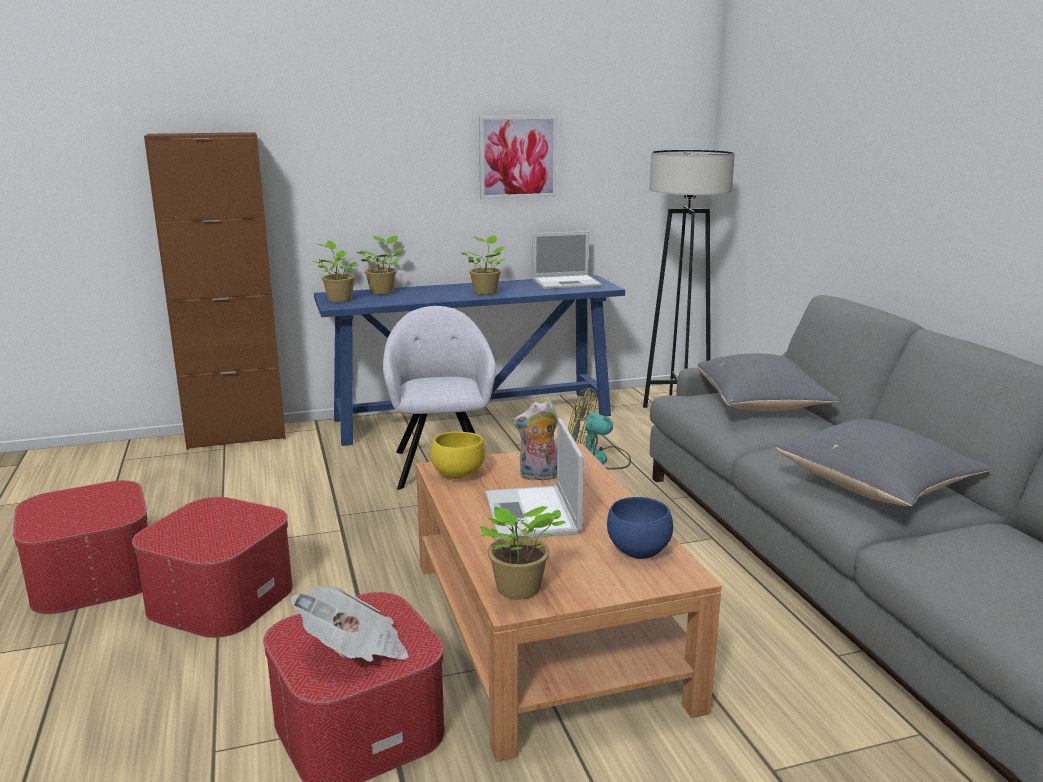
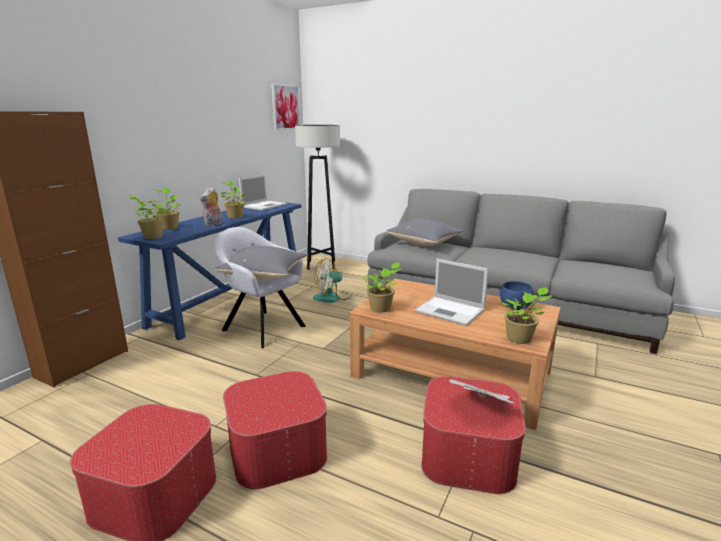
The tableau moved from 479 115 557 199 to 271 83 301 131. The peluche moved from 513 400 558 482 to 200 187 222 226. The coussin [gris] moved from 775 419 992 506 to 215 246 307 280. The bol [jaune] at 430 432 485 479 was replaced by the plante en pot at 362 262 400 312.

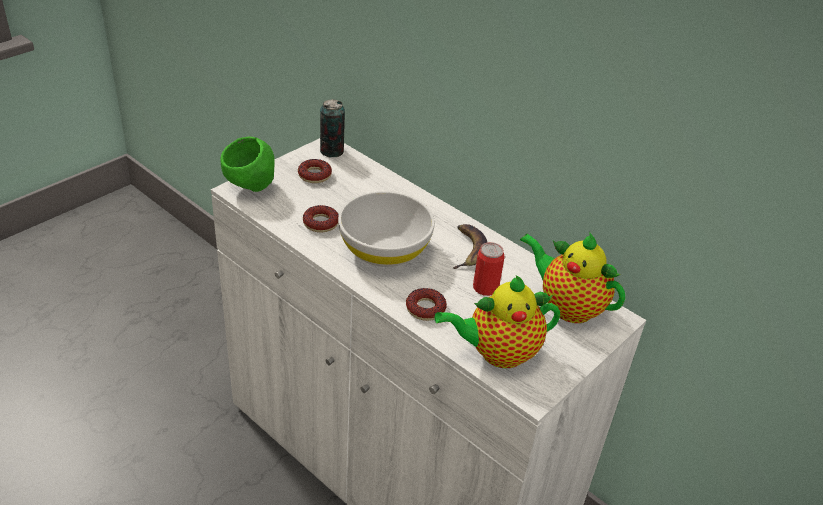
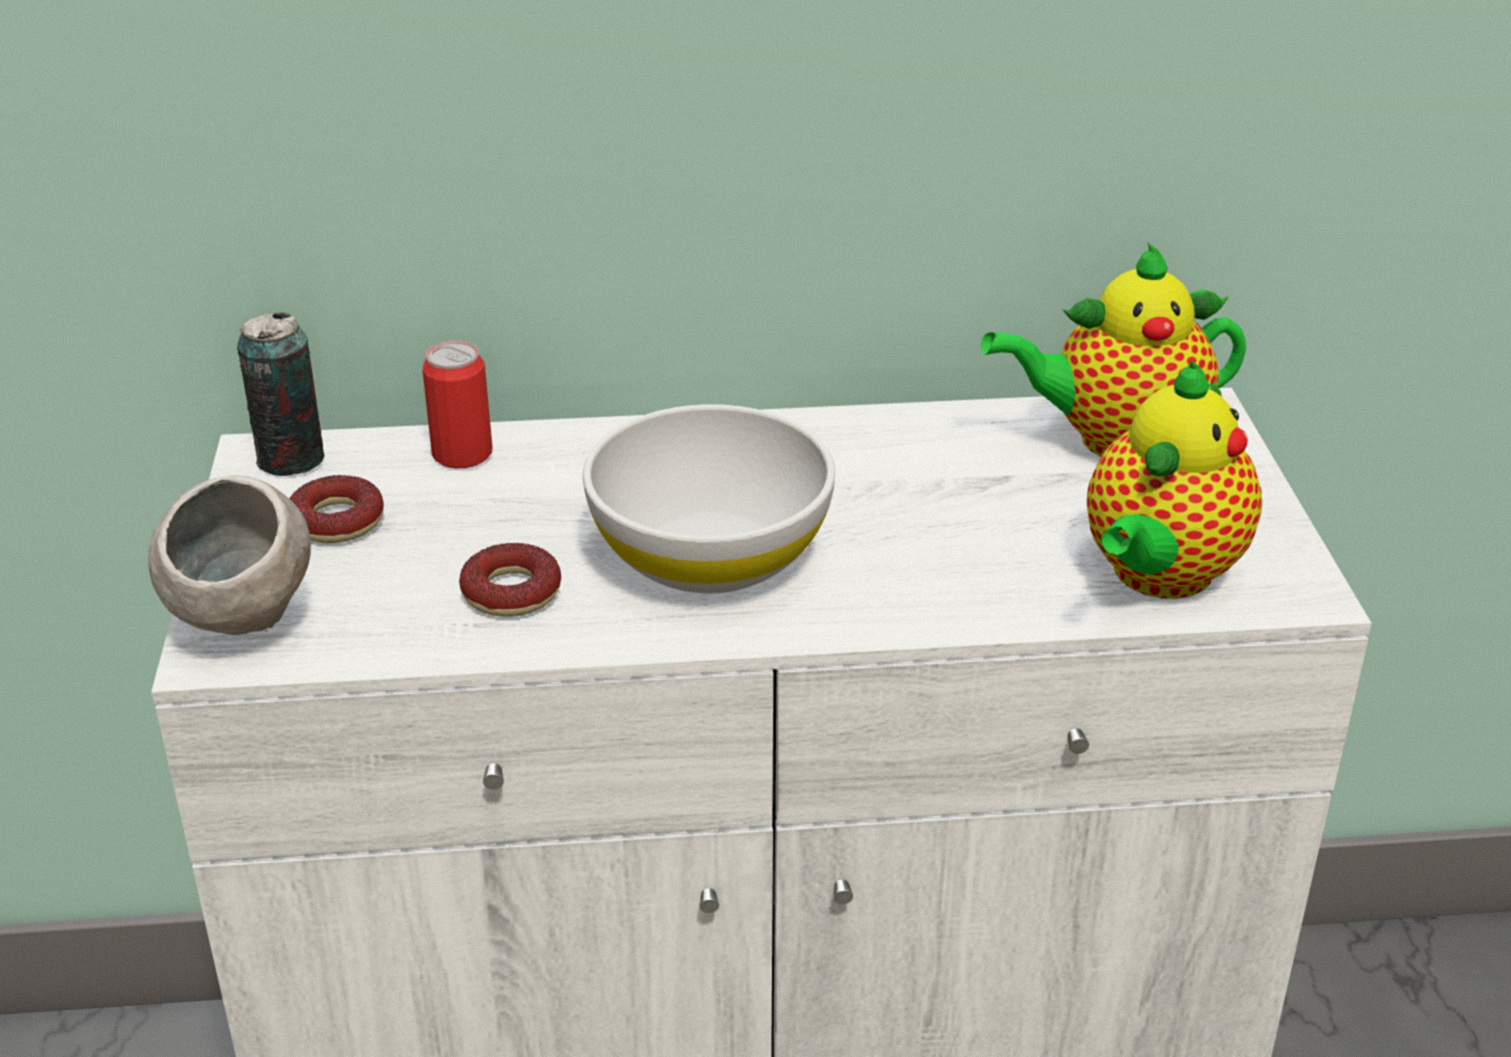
The beignet at 406 288 447 321 disappeared. The banane at 453 224 487 269 disappeared. The boîte métallique moved from 473 242 505 296 to 423 340 492 468. The bol [vert] at 220 136 275 192 became the bol [gris] at 148 475 311 635.

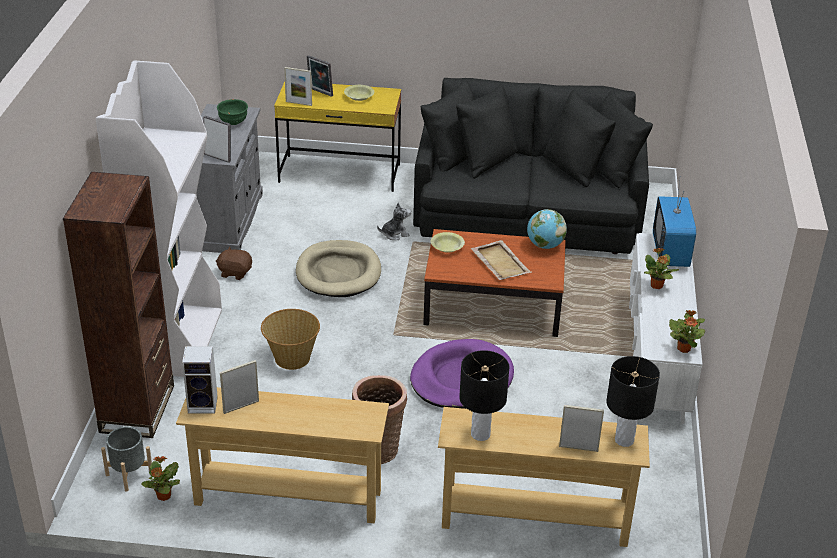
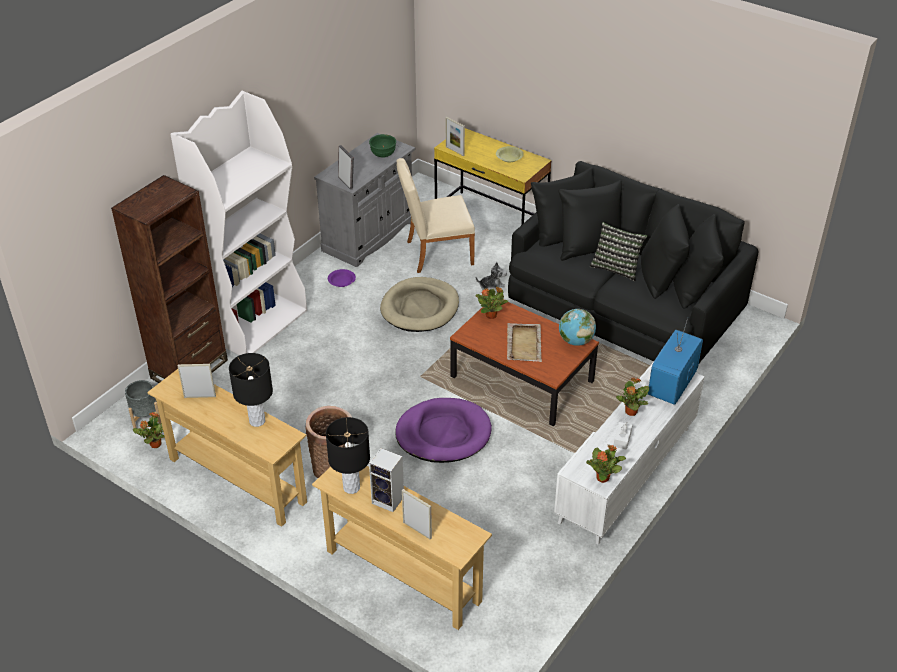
The panier at 261 309 320 370 disappeared. The cadre photo at 307 55 333 97 disappeared. The chaise [beige] at 396 158 475 273 appeared. The coussin at 590 222 648 281 appeared. The boîte à mouchoirs [blanc] at 614 422 632 450 appeared. The enceinte moved from 182 346 218 413 to 369 448 404 512. The lampe de table [noir] moved from 607 356 660 447 to 229 353 273 427. The peluche [marron] at 216 247 252 280 was replaced by the bol [violet] at 328 269 356 287. The bol [jaune] at 431 232 465 253 was replaced by the plante en pot at 475 286 508 319.

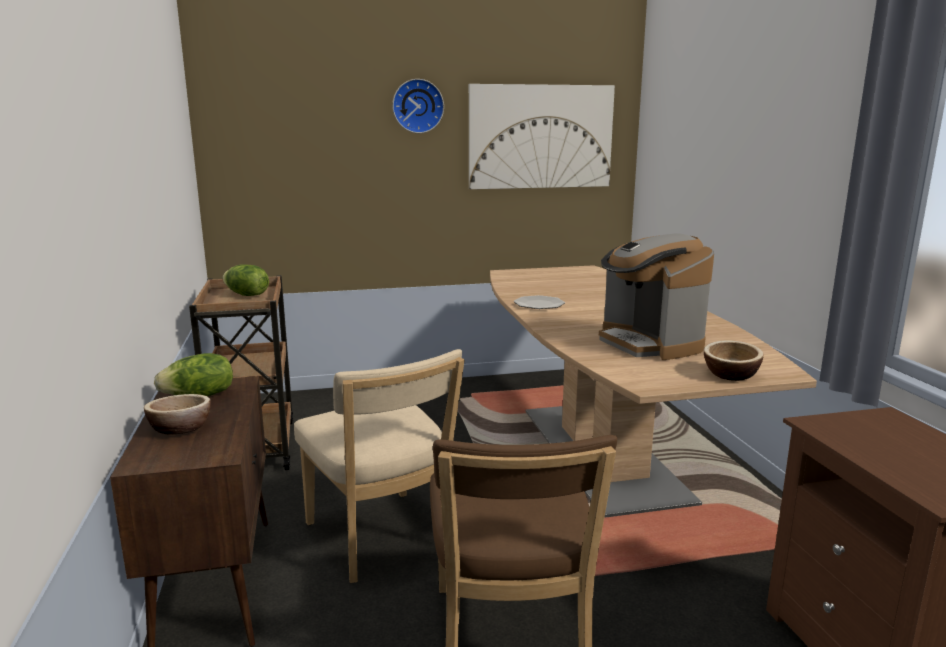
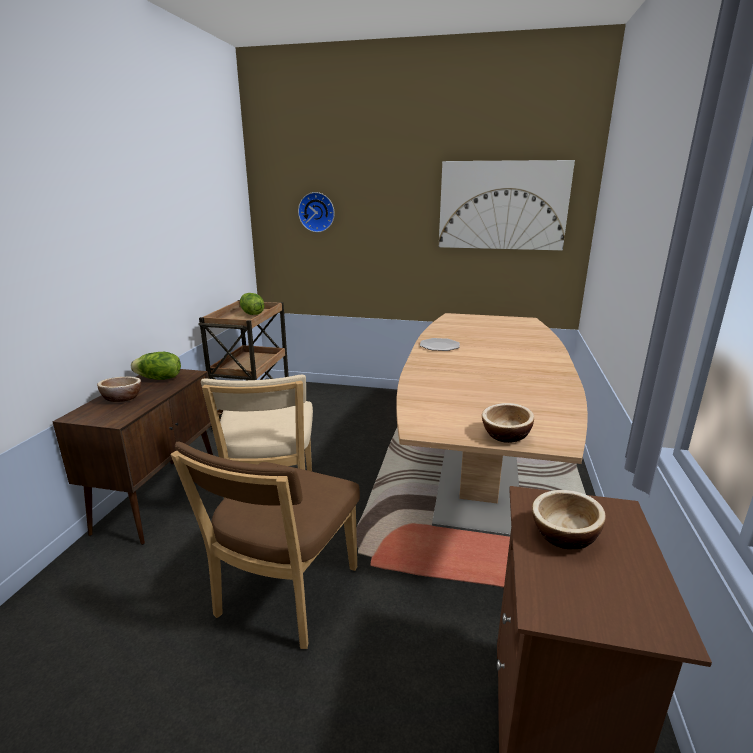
The machine à café at 599 233 714 360 disappeared. The bol at 532 490 606 549 appeared. The horloge murale moved from 392 79 444 133 to 298 192 335 232.

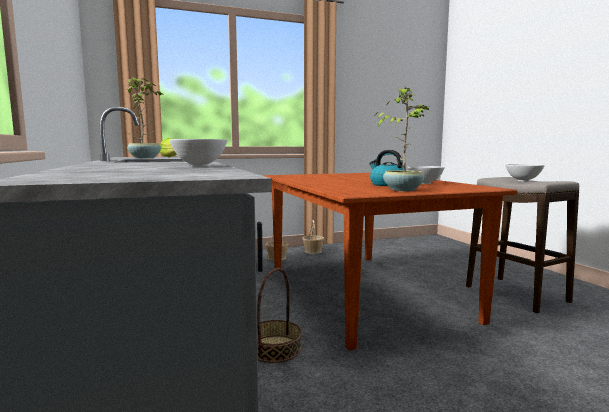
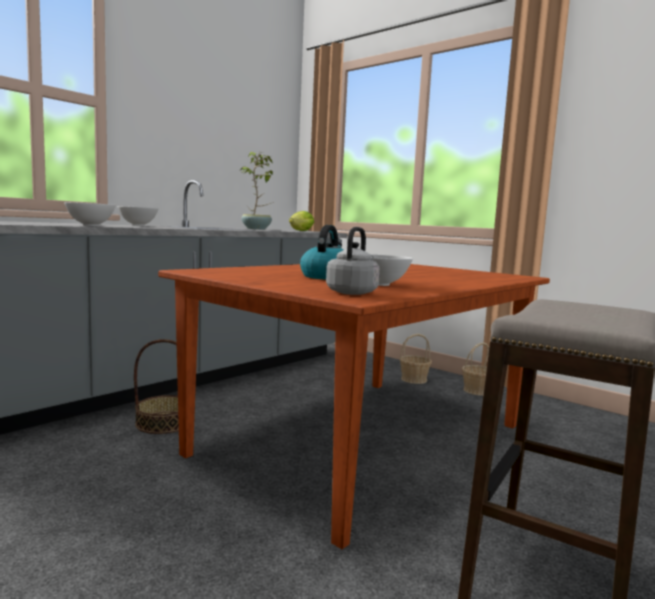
The plante en pot at 375 87 429 191 disappeared. The bouilloire [gris] at 326 227 380 295 appeared. The bol [blanc] moved from 505 164 545 181 to 118 206 158 226.

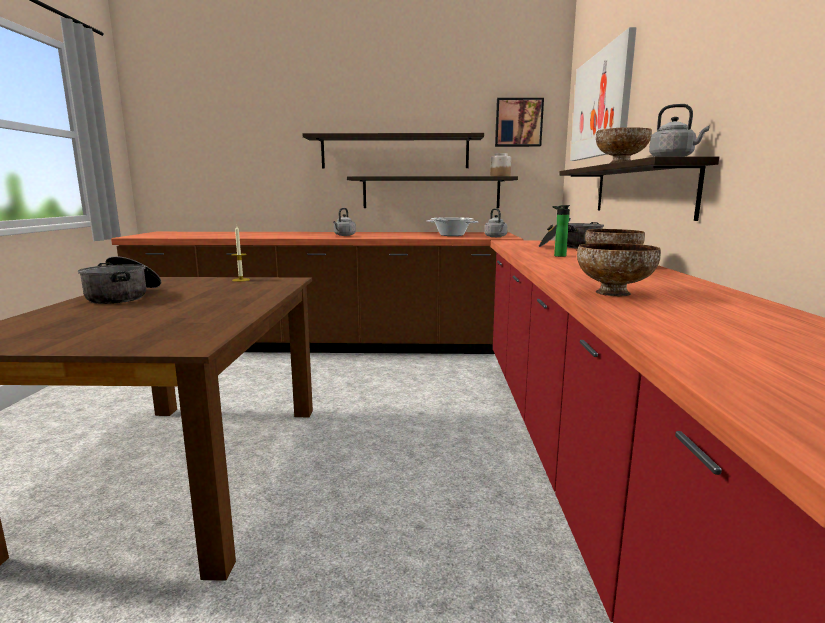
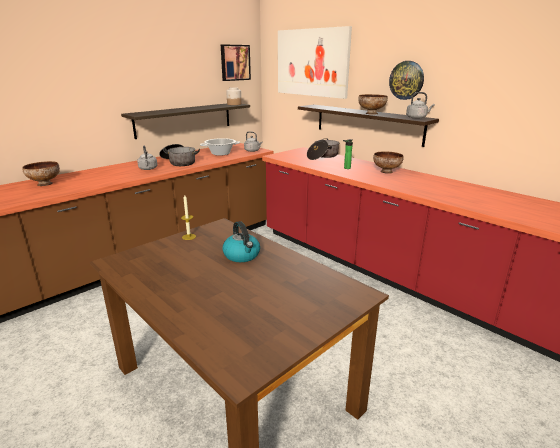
The étagère at 303 133 484 169 disappeared. The bouilloire at 222 221 260 262 appeared. The horloge murale at 389 61 424 100 appeared. The marmite moved from 78 256 161 304 to 159 144 200 166. The bol moved from 577 243 661 296 to 22 161 60 186.

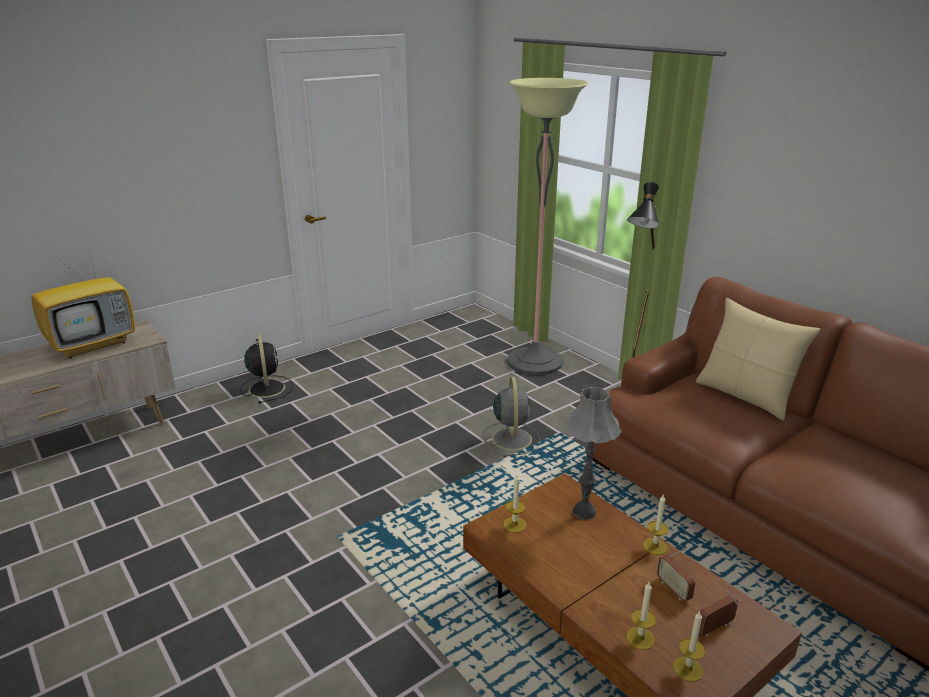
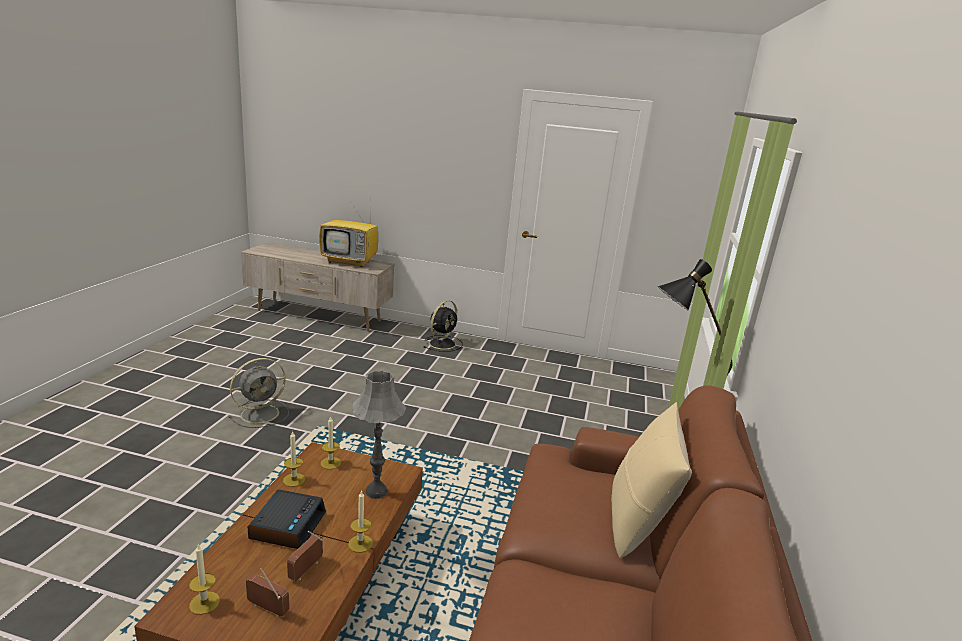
The lampadaire at 507 78 588 375 disappeared. The réveil at 248 489 326 549 appeared. The ventilateur [gris] moved from 482 377 540 457 to 228 358 289 428. The bougie moved from 626 581 656 650 to 283 431 305 487.

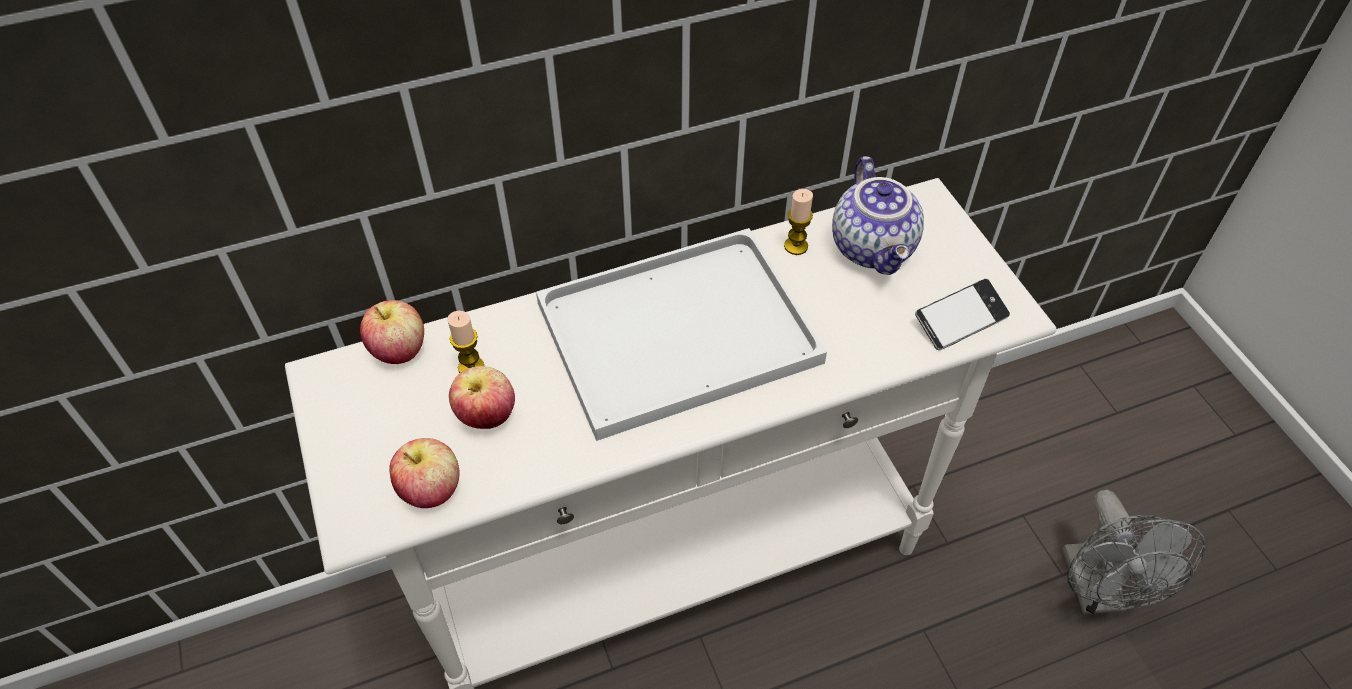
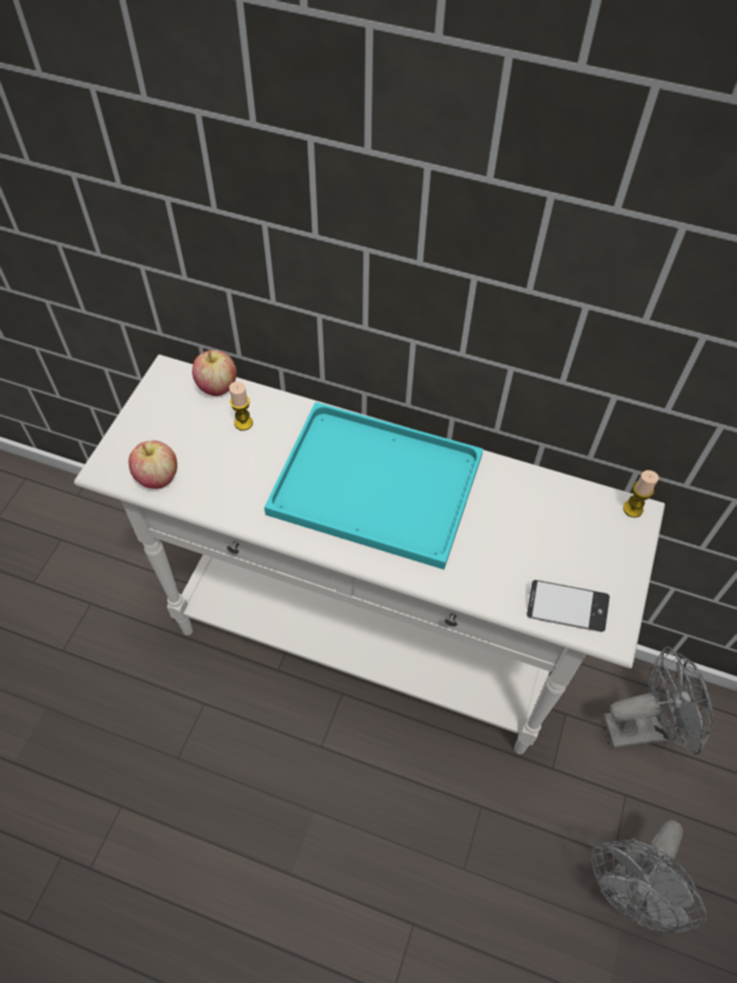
The pomme at 449 366 515 429 disappeared. The théière at 832 156 924 275 disappeared. The ventilateur [gris] at 603 646 714 755 appeared. The bougie moved from 784 189 813 255 to 623 470 659 518. The plateau [blanc] at 536 228 827 441 became the plateau [turquoise] at 264 402 483 570.

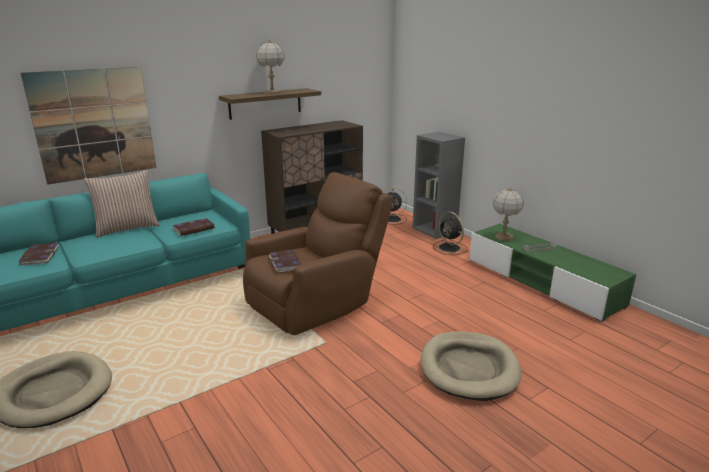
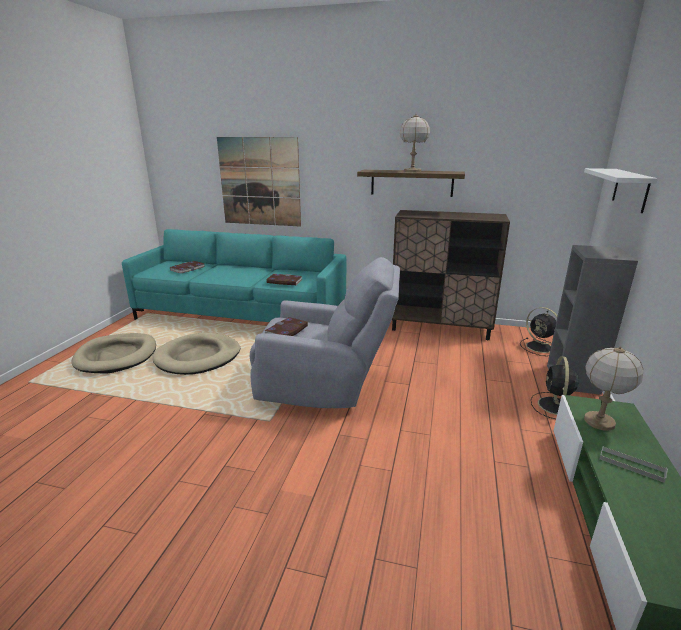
The coussin at 84 170 160 238 disappeared. The étagère [blanc] at 584 168 658 213 appeared. The panier pour chien [beige] moved from 421 332 521 401 to 152 333 240 375. The fauteuil [marron] at 243 172 393 335 became the fauteuil [gris] at 250 257 400 408.

